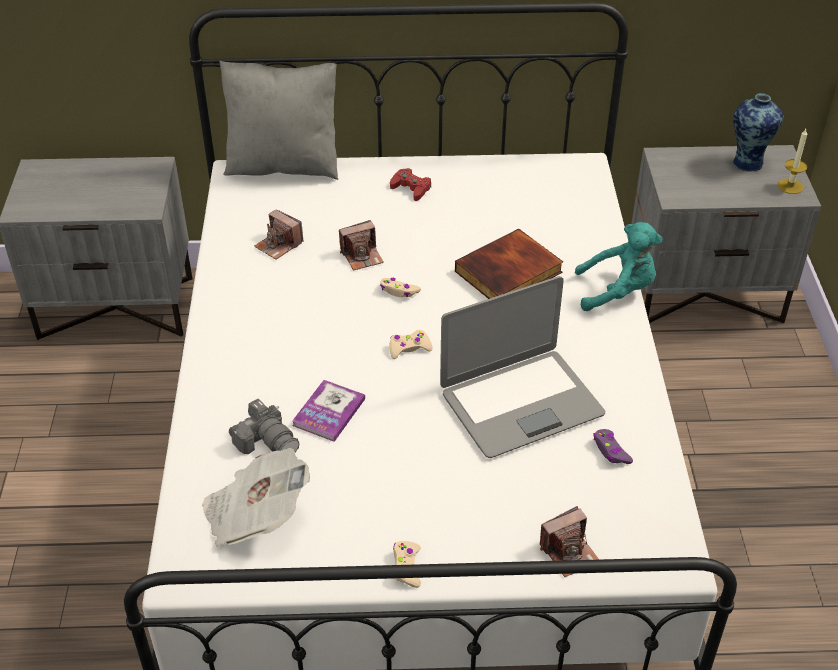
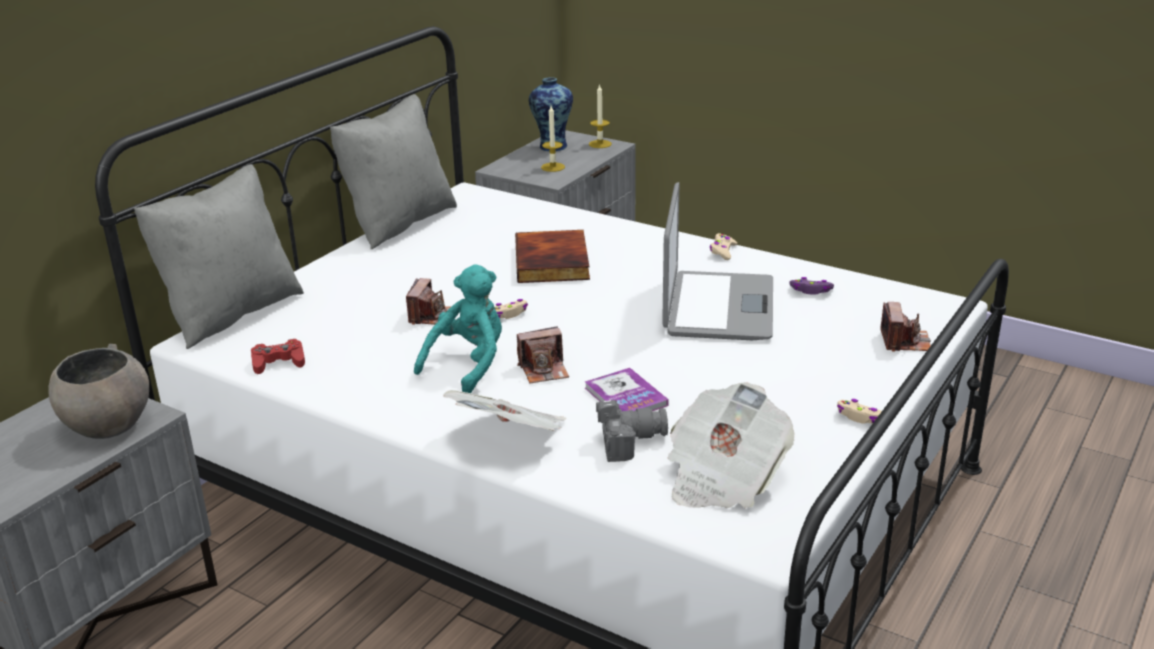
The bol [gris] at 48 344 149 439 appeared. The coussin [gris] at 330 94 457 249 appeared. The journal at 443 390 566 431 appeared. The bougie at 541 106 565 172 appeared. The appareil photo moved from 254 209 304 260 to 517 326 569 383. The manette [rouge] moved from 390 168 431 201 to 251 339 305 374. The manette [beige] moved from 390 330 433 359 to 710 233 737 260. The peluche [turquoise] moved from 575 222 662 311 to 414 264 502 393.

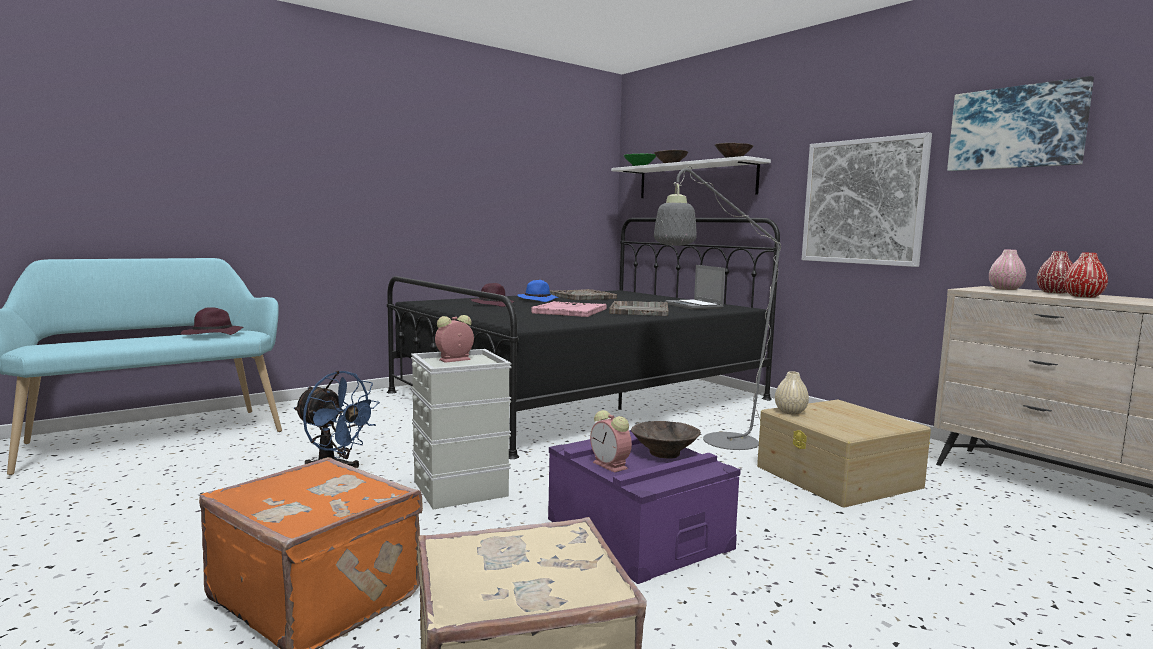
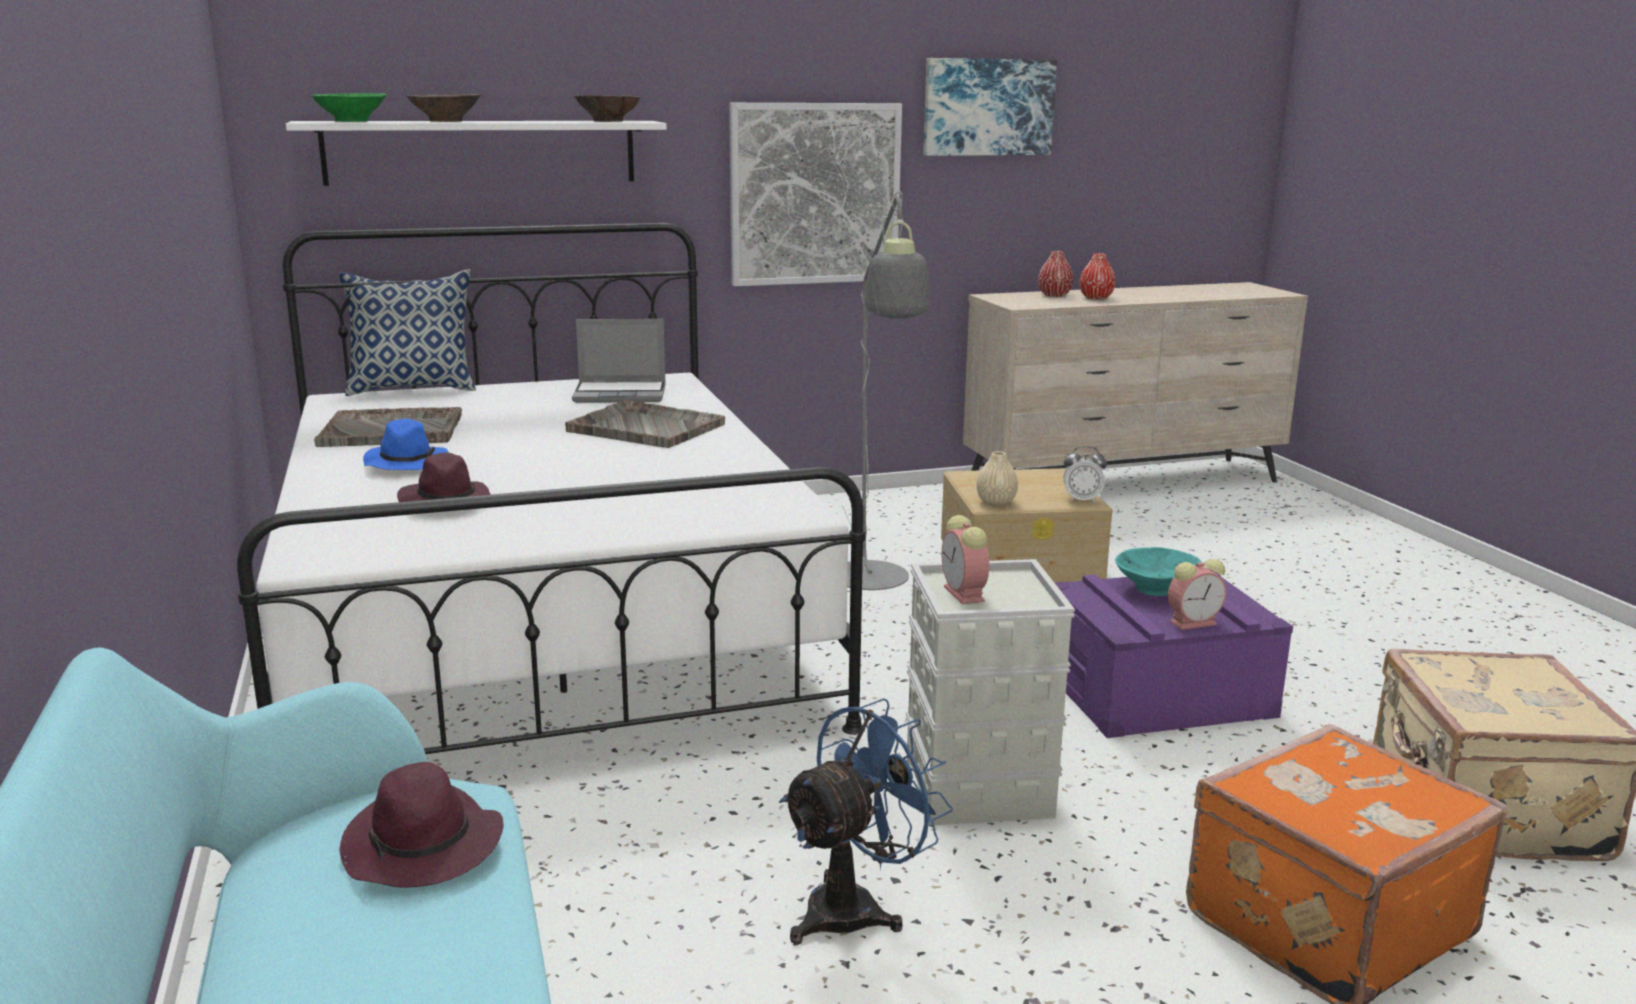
The plateau [rose] at 531 301 607 317 disappeared. The vase [rose] at 989 249 1026 290 disappeared. The coussin at 339 269 476 396 appeared. The réveil at 1063 446 1107 503 appeared. The lit [noir] at 387 218 780 459 became the lit [blanc] at 237 223 866 754. The bol [marron] at 631 421 701 459 became the bol [turquoise] at 1115 547 1202 596.

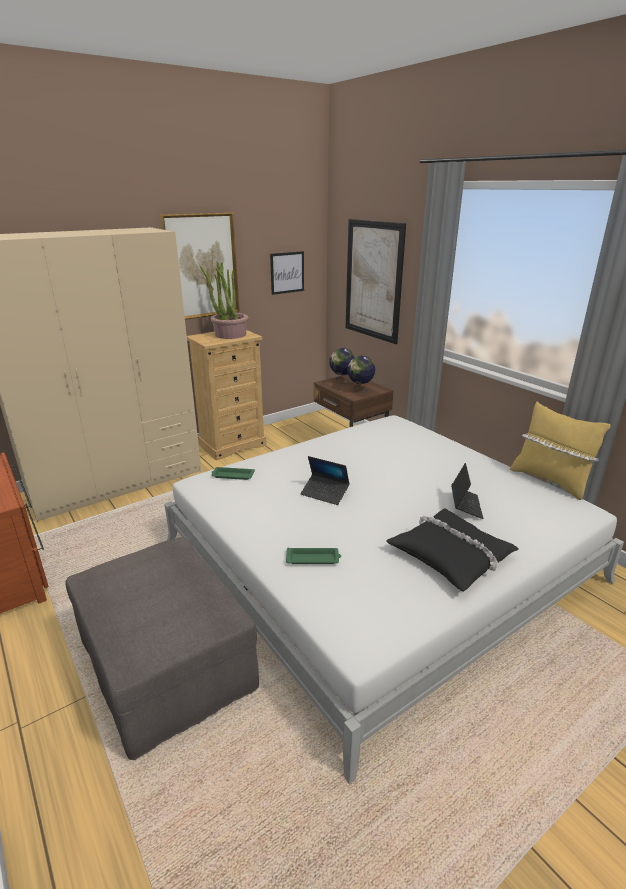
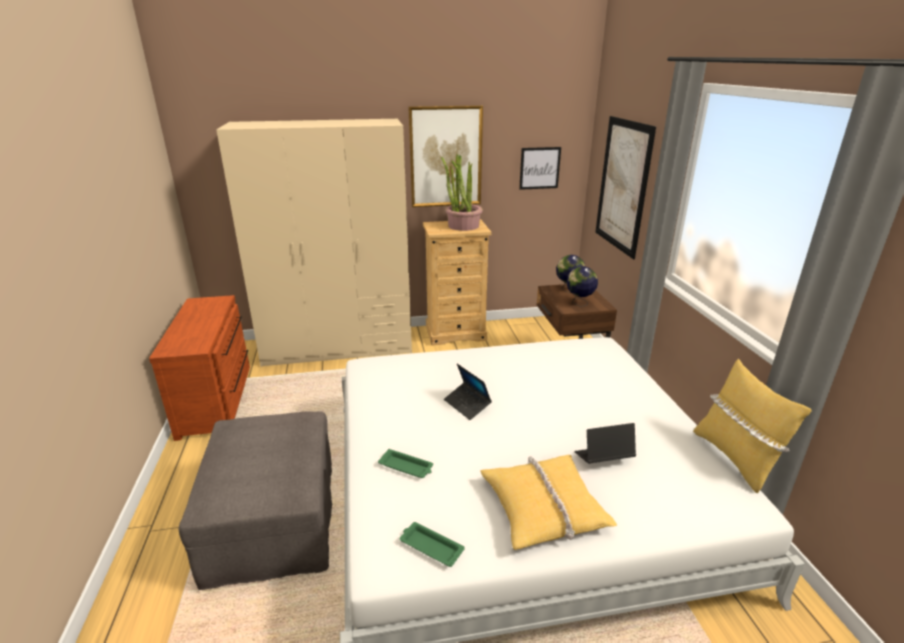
The plateau [vert] moved from 212 467 255 480 to 400 522 465 567. The coussin [noir] at 386 508 519 592 became the coussin [jaune] at 480 455 617 550. The ordinateur portable at 451 463 483 519 turned 135 degrees counterclockwise.

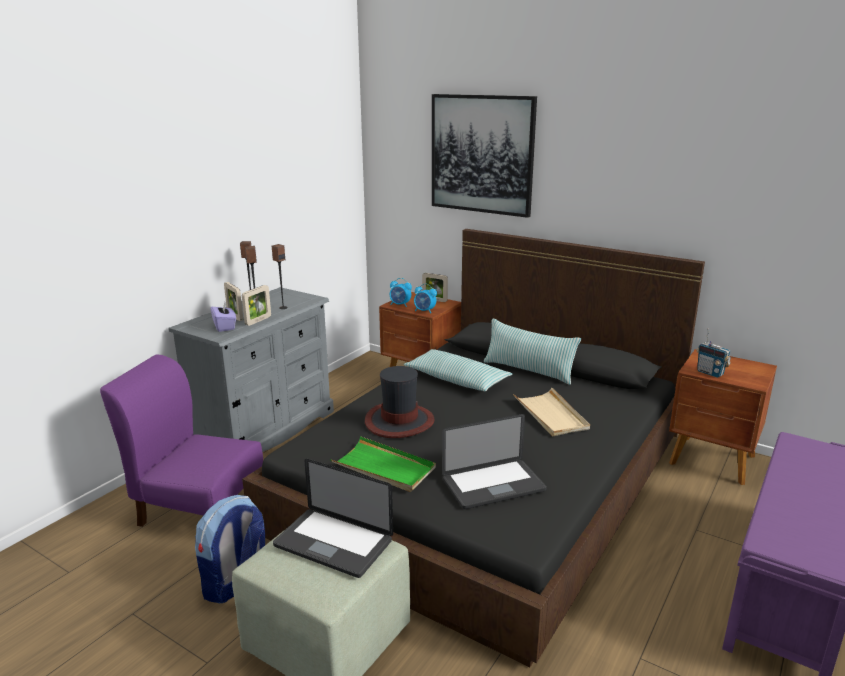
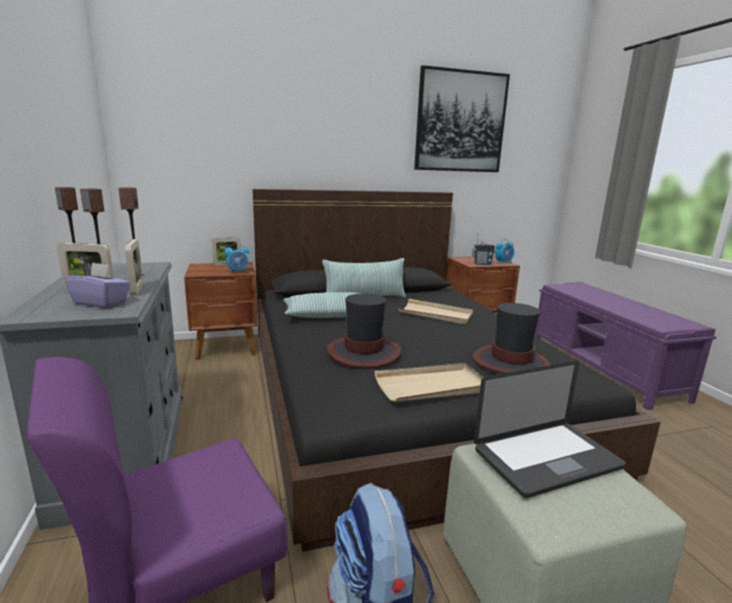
The réveil moved from 390 278 412 307 to 495 239 514 264. The tableau moved from 432 94 537 218 to 414 65 510 172. The ordinateur portable at 442 414 547 509 was replaced by the chapeau at 473 303 550 374. The plateau [vert] at 330 436 436 492 became the plateau [beige] at 375 363 483 402.

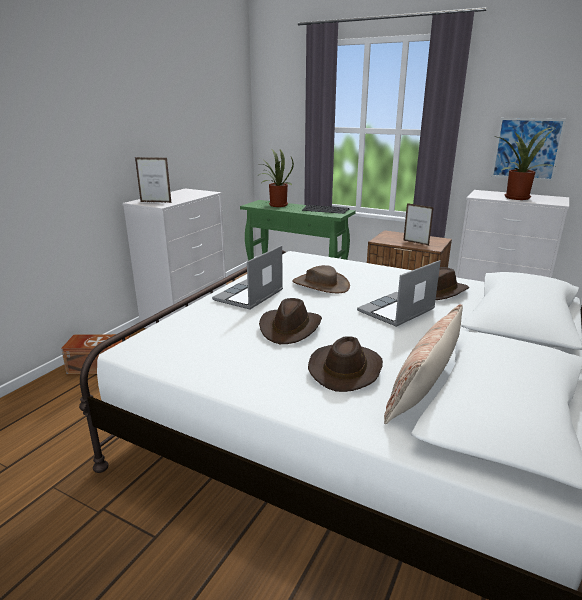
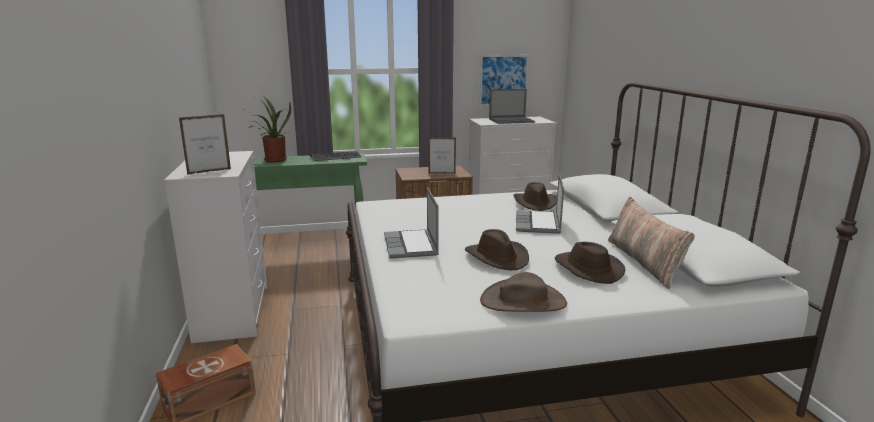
The chapeau [marron] moved from 292 265 350 293 to 480 272 567 312. The plante en pot at 493 127 555 200 was replaced by the ordinateur portable at 489 89 535 124.

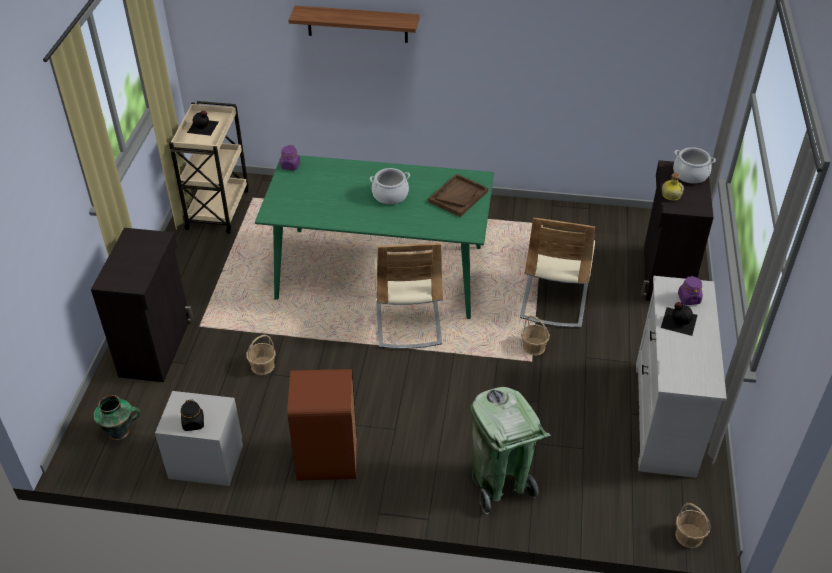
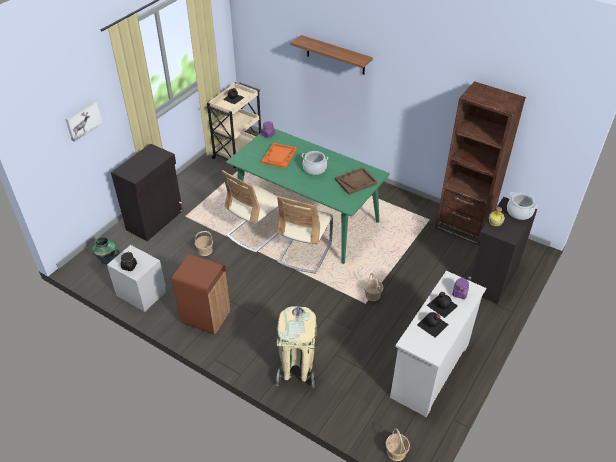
The tableau at 65 101 103 142 appeared. The plateau [orange] at 262 143 297 169 appeared. The bouteille [noir] at 417 312 449 338 appeared. The bibliothèque [marron] at 435 81 526 246 appeared. The chaise [beige] moved from 520 217 595 328 to 222 170 285 253. The poubelle [vert] at 470 387 551 515 became the poubelle [beige] at 276 306 317 388.

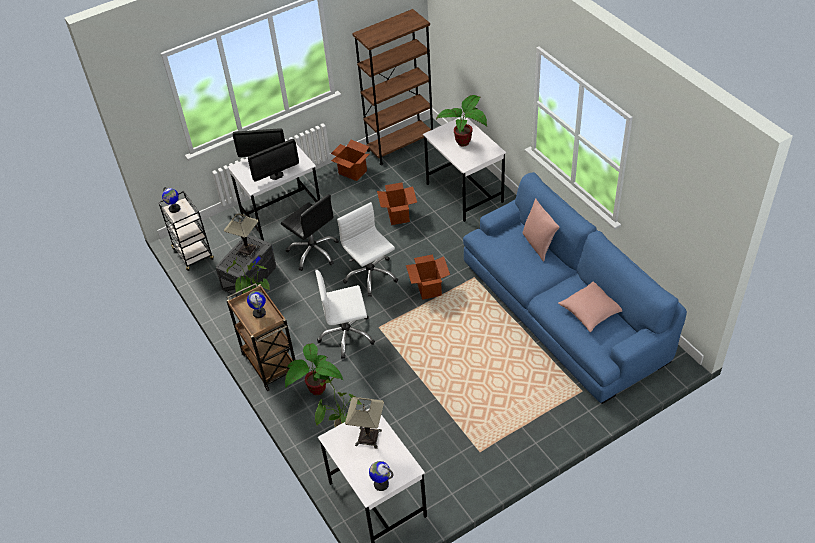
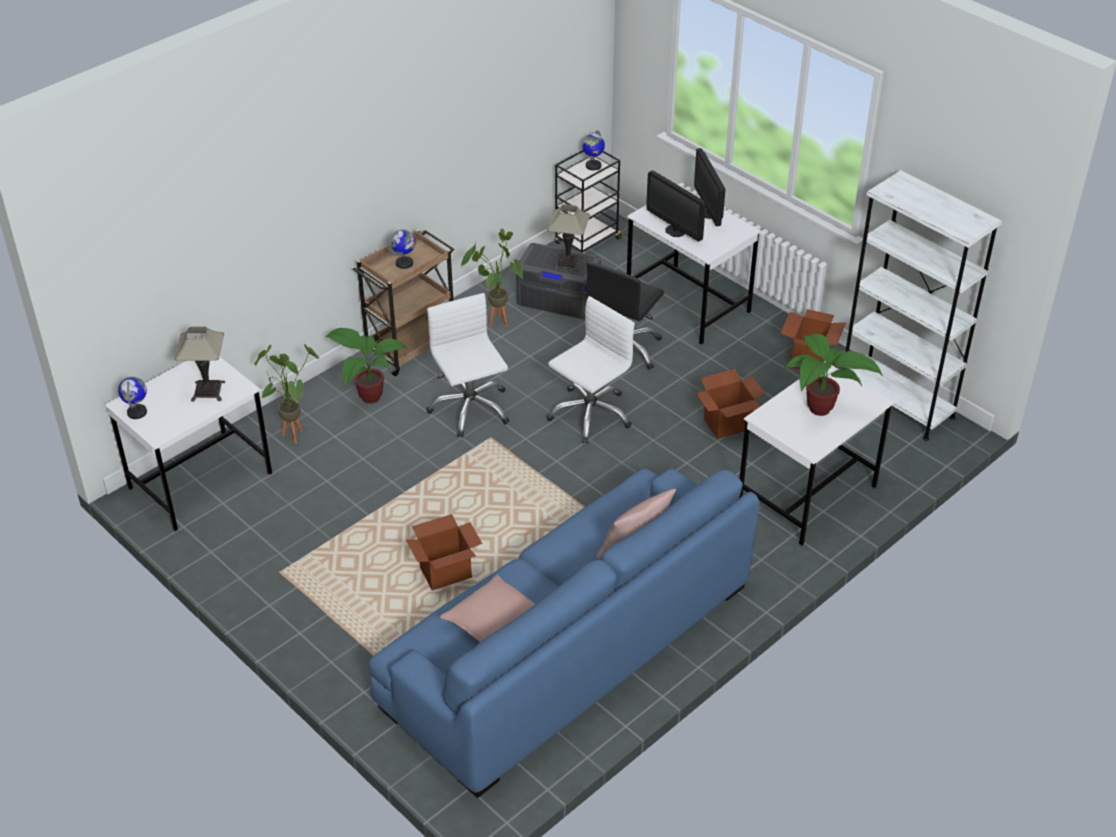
The carton moved from 406 254 450 300 to 406 514 482 590. The bibliothèque [marron] at 352 9 433 165 became the bibliothèque [blanc] at 845 170 1002 441.

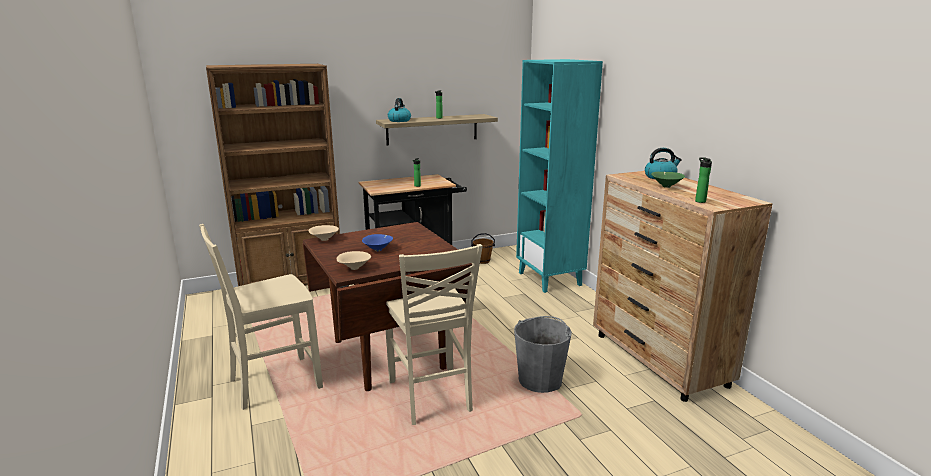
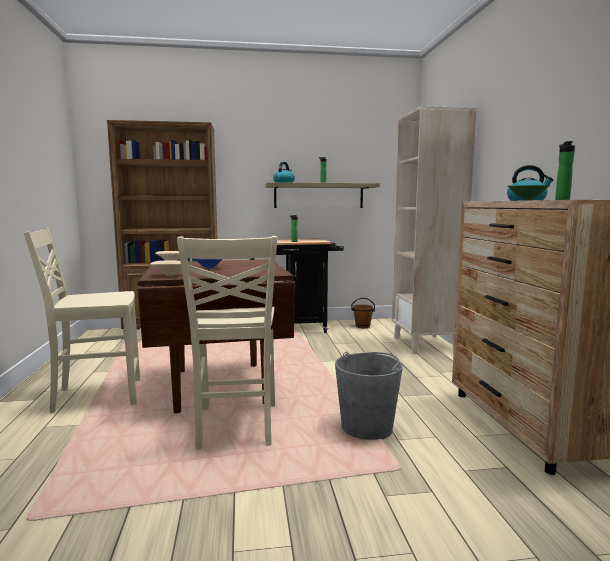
The bibliothèque [turquoise] at 516 59 603 293 became the bibliothèque [beige] at 392 106 477 354.

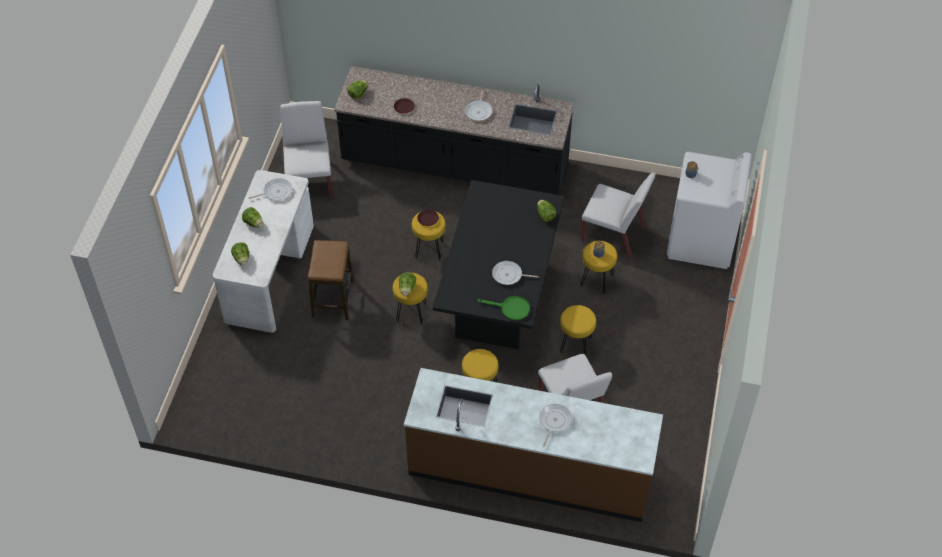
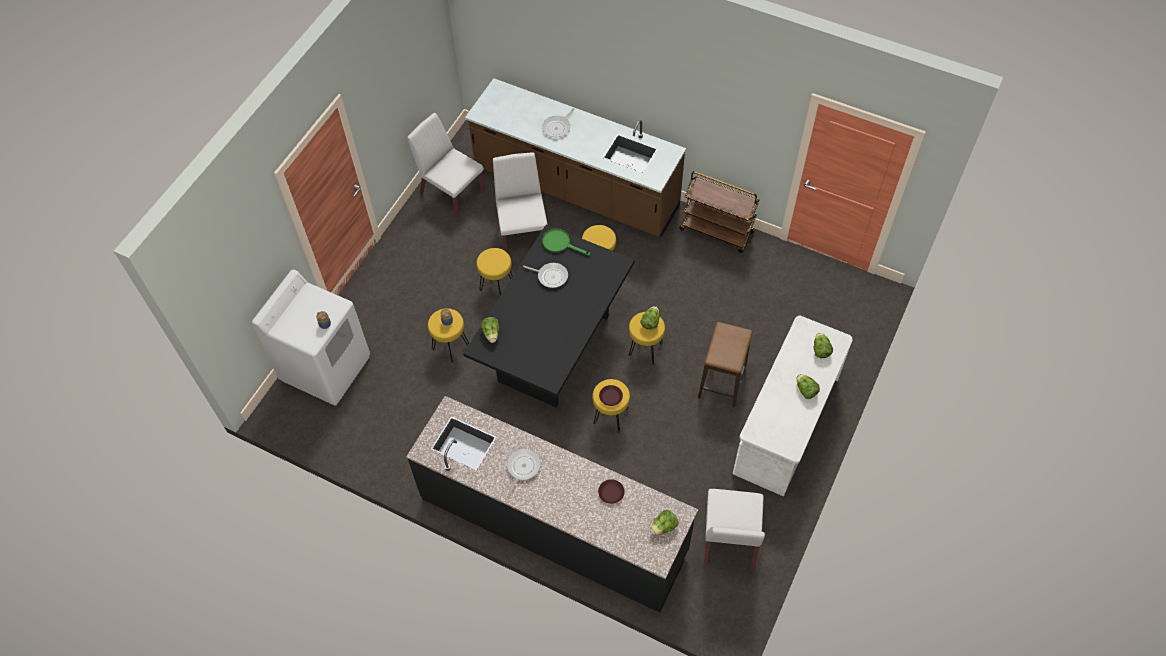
The poêle at 249 178 292 200 disappeared. The chariot [marron] at 679 171 759 253 appeared. The chaise [blanc] moved from 581 172 655 258 to 407 113 485 218.

